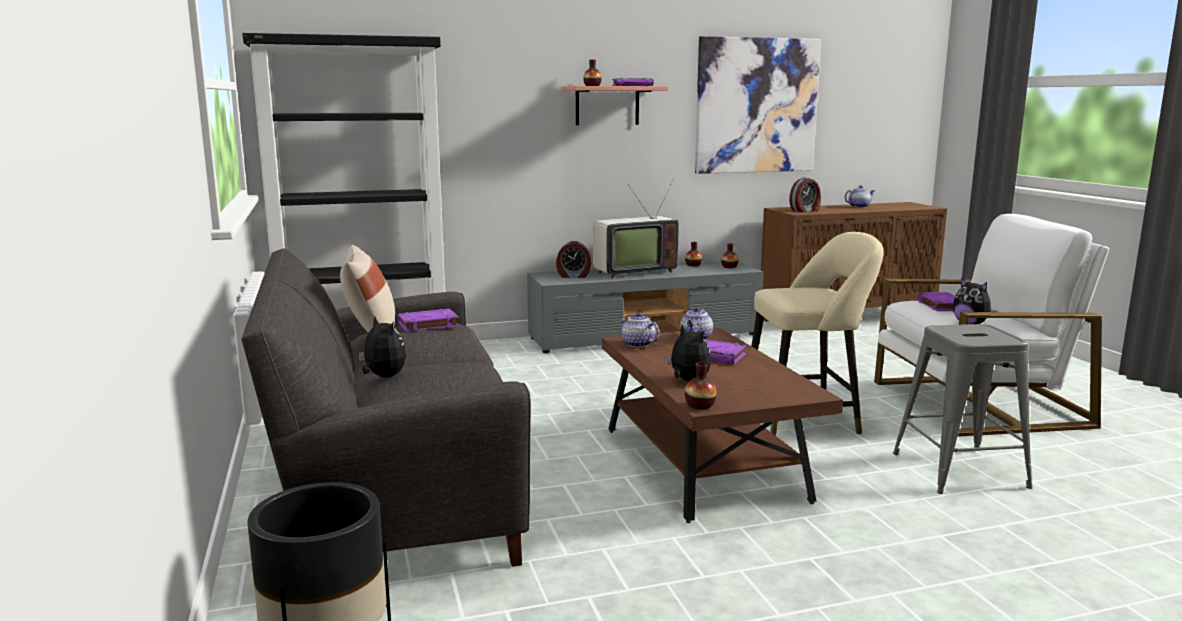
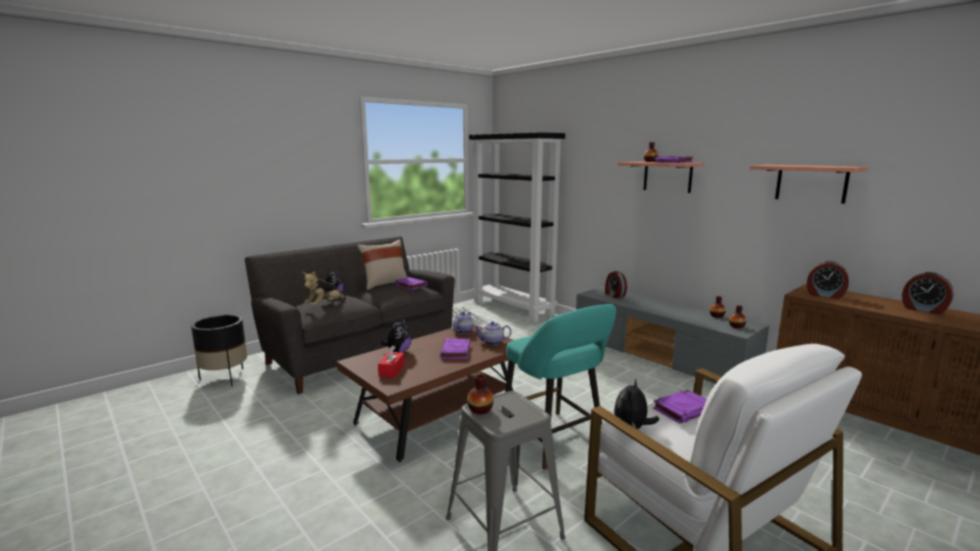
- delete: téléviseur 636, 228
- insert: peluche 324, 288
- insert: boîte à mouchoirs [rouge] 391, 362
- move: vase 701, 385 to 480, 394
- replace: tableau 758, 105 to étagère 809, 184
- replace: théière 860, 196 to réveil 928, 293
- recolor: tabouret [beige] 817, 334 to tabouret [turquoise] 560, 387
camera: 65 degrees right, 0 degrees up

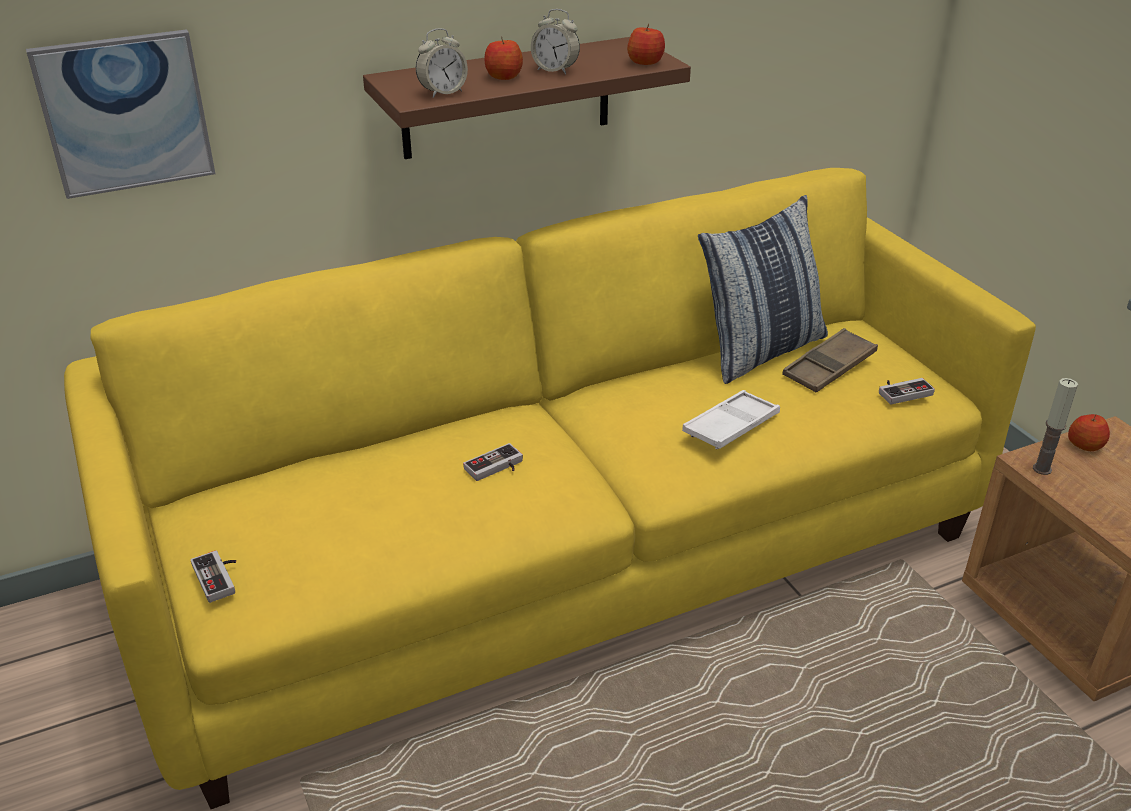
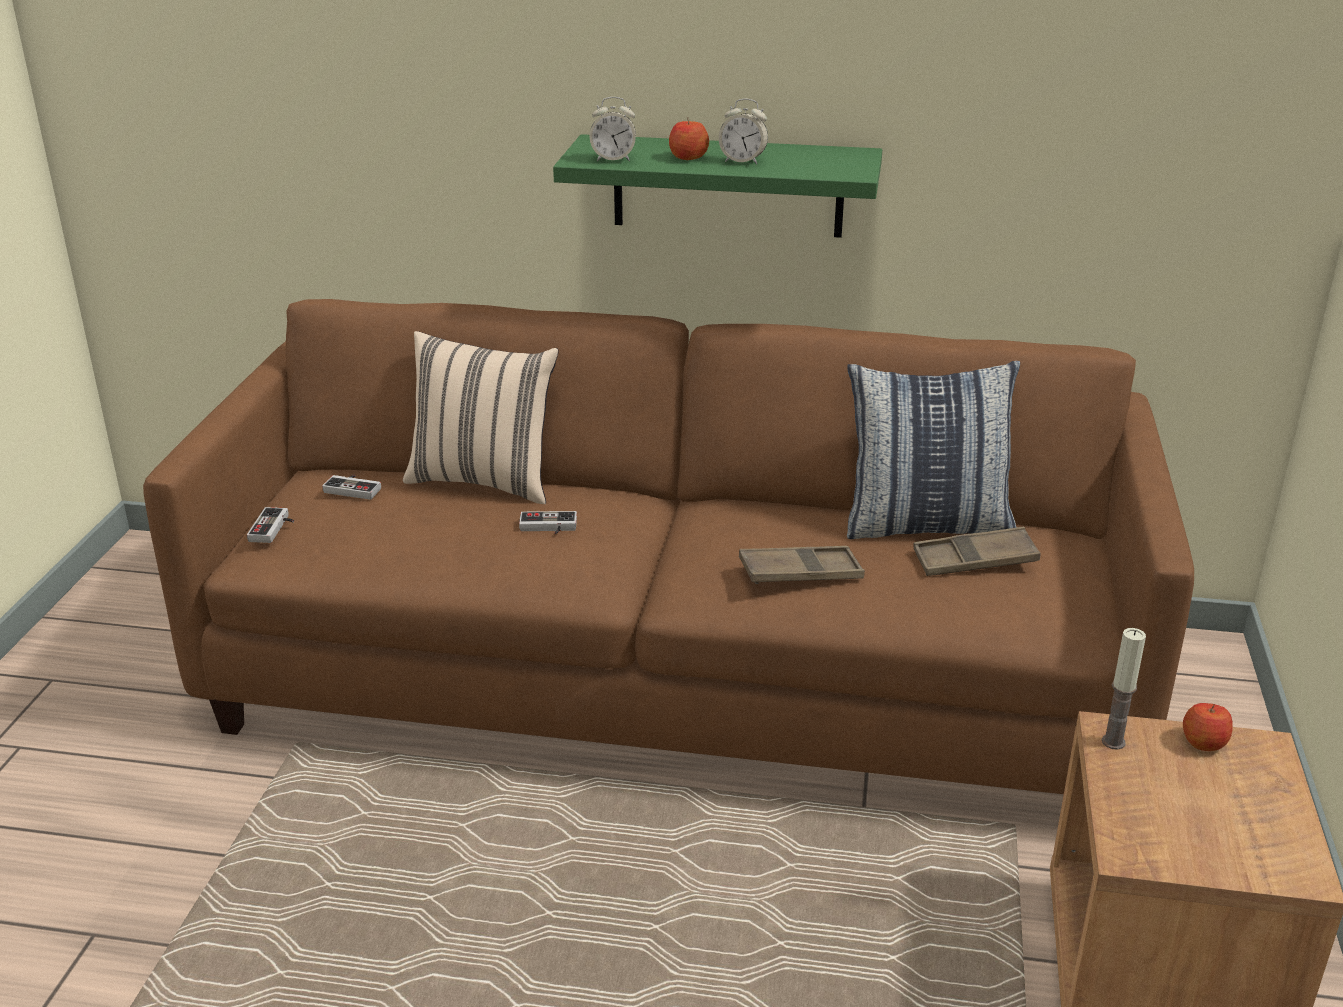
- delete: tableau 120, 114
- delete: pomme 646, 44
- insert: coussin [beige] 481, 417
- move: manette 907, 391 to 351, 487
- recolor: canapé [jaune] 550, 488 to canapé [marron] 668, 546
- recolor: étagère [marron] 527, 98 to étagère [vert] 717, 186
- recolor: plateau [blanc] 731, 419 to plateau [marron] 802, 565
- rotate: réveil 555, 42 = 743, 131 45 degrees counterclockwise
camera: 35 degrees right, 5 degrees down

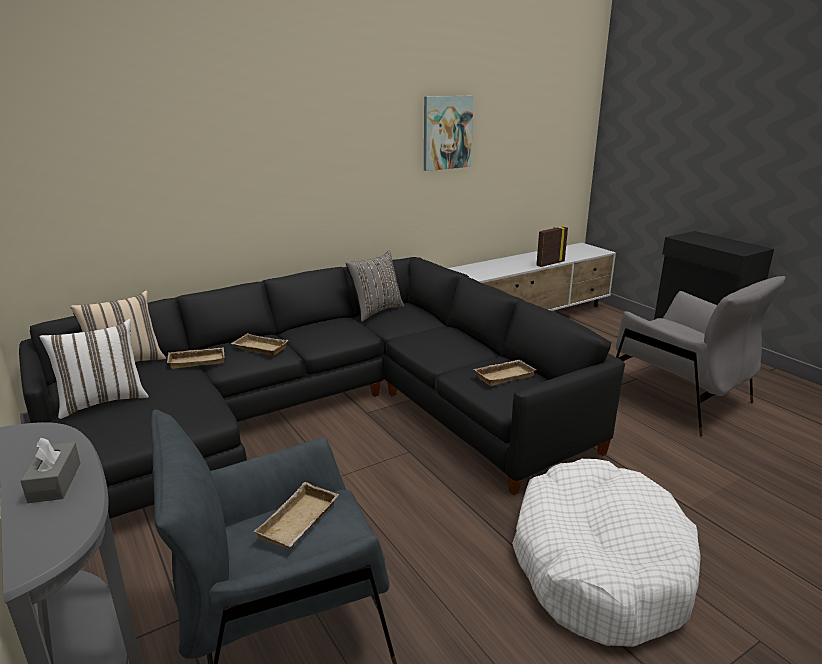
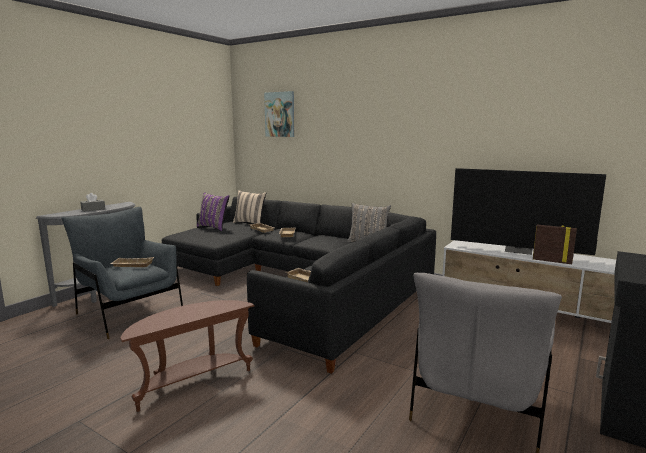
- insert: téléviseur 528, 211
- move: tableau 449, 133 to 279, 114
- replace: panier pour chien [blanc] 606, 553 to table d'appoint [marron] 187, 356
- recolor: coussin [blanc] 94, 369 to coussin [violet] 213, 211
camera: 65 degrees right, 10 degrees down

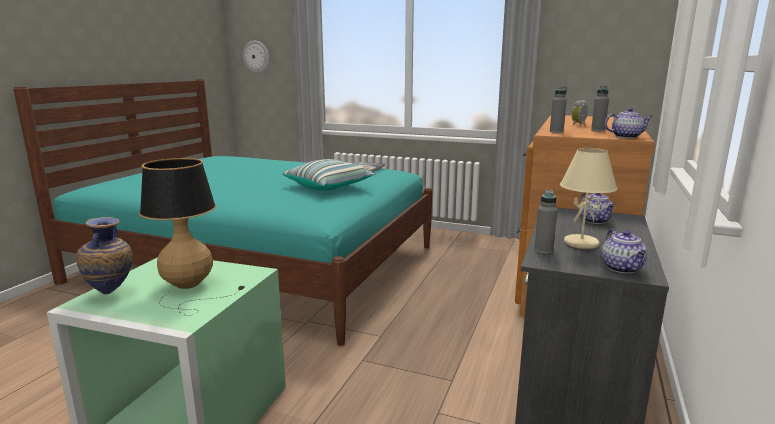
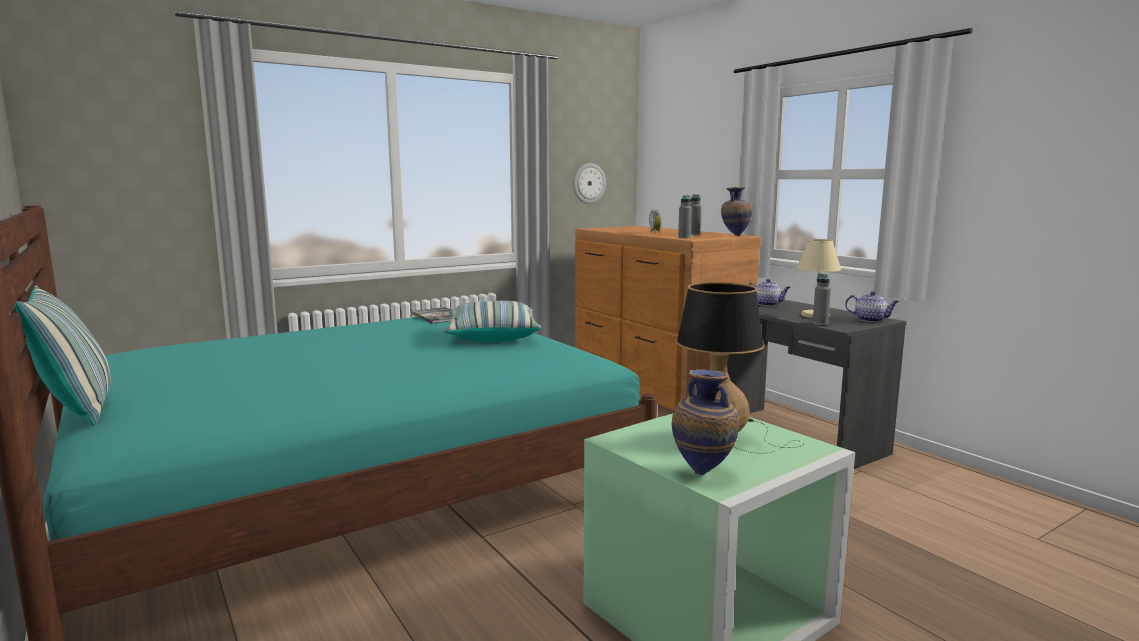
- insert: coussin 63, 355
- move: horloge murale 256, 57 to 589, 183
- replace: théière 628, 123 to vase 736, 211
camera: 55 degrees left, 5 degrees down

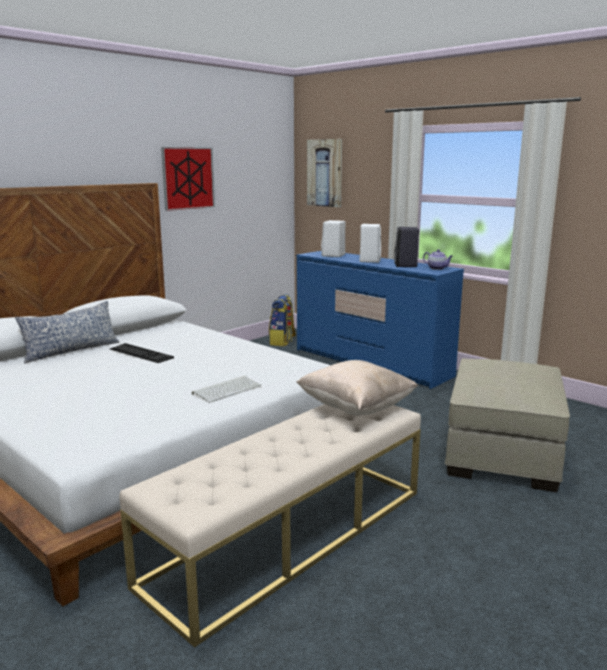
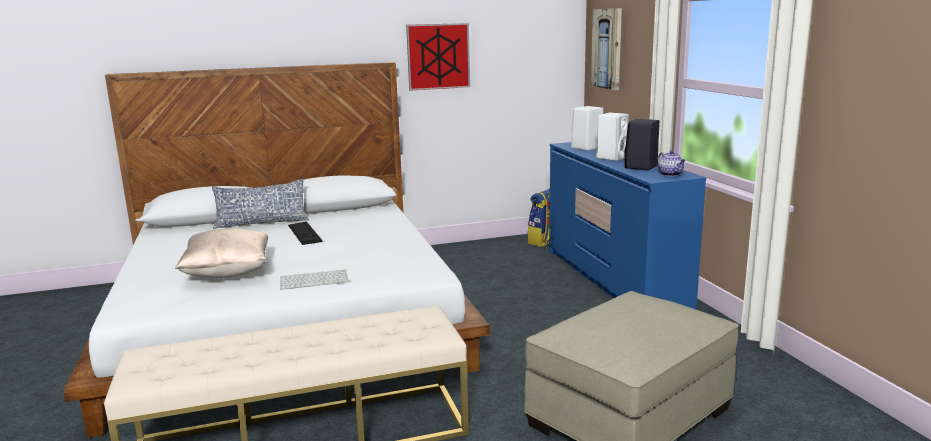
- move: coussin [beige] 357, 387 to 222, 253
camera: 30 degrees right, 0 degrees up

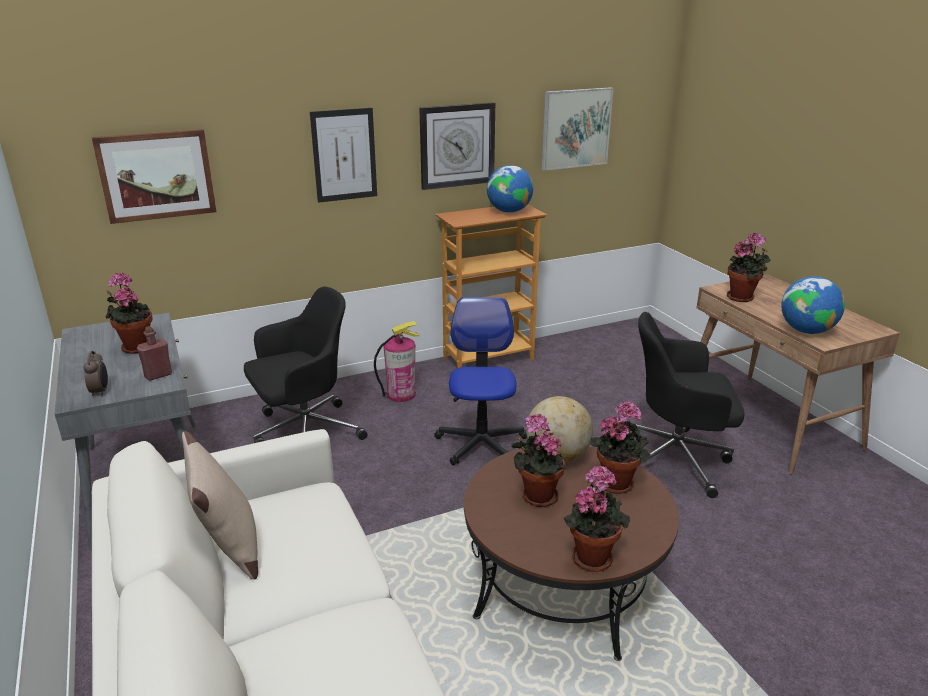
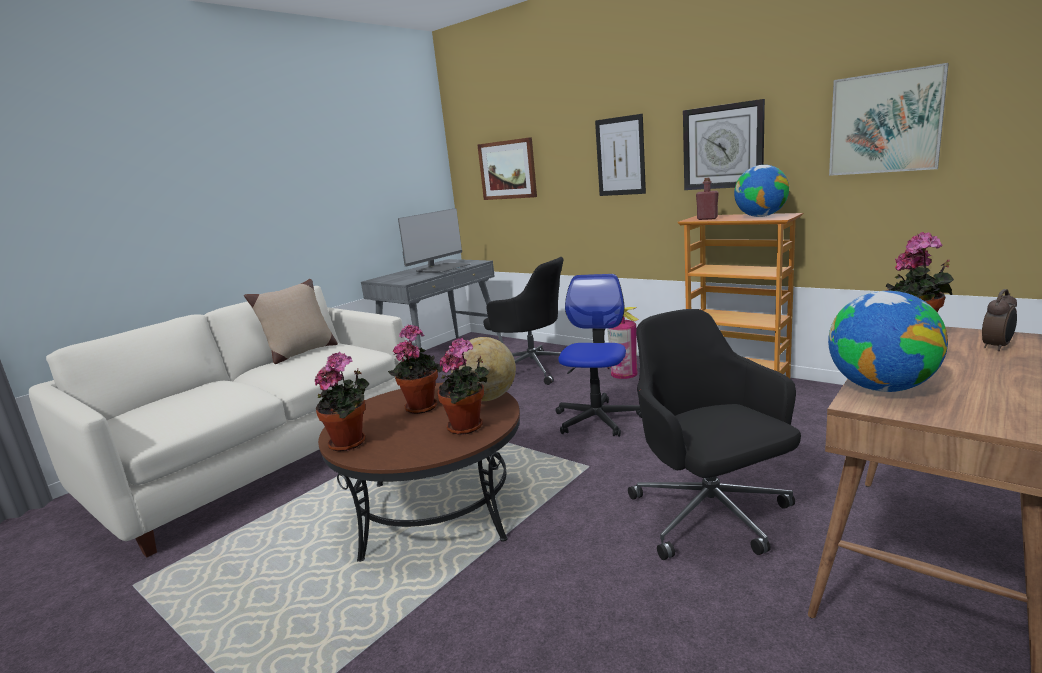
- move: réveil 96, 373 to 999, 320
- move: bouteille [rouge] 154, 353 to 707, 199
- replace: plante en pot 129, 313 to écran d'ordinateur 434, 240
- rotate: chaise de bureau 480, 381 = 598, 355 45 degrees counterclockwise
camera: 65 degrees right, 10 degrees down

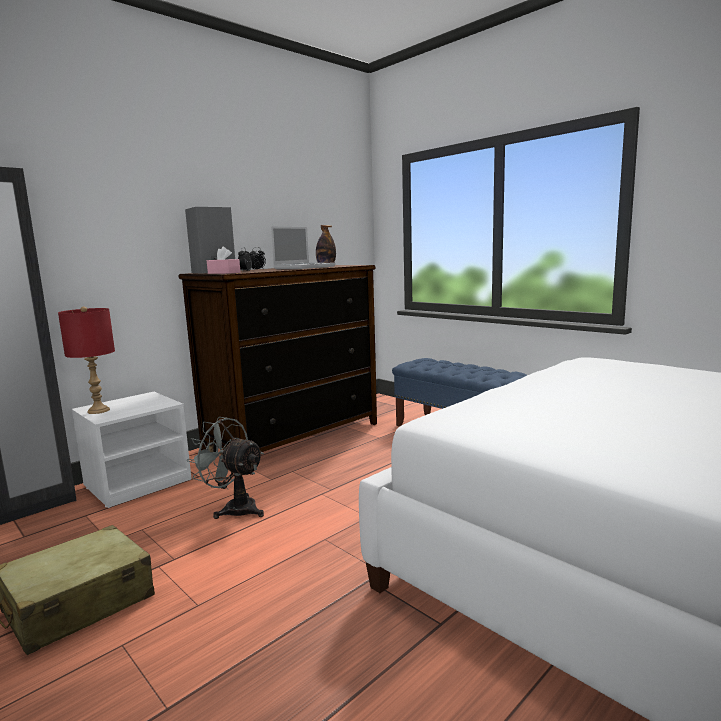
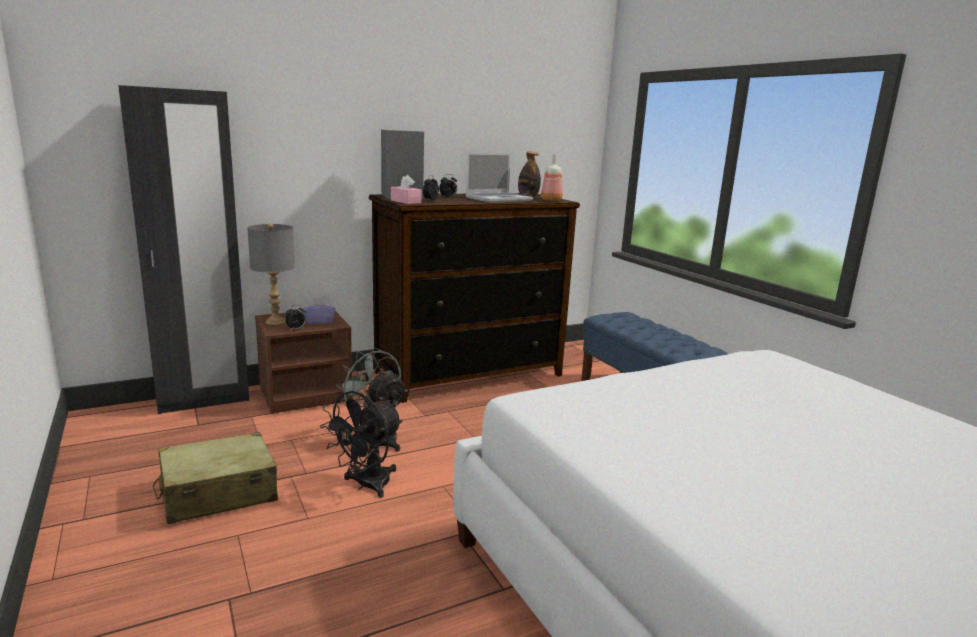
- insert: réveil 295, 317
- insert: boîte à mouchoirs [violet] 319, 310
- insert: ventilateur [noir] 361, 444
- insert: bouteille 552, 177
- recolor: lampe de table [rouge] 86, 360 to lampe de table [gris] 271, 274
- recolor: table de chevet [blanc] 131, 450 to table de chevet [marron] 304, 362
camera: 15 degrees right, 5 degrees up

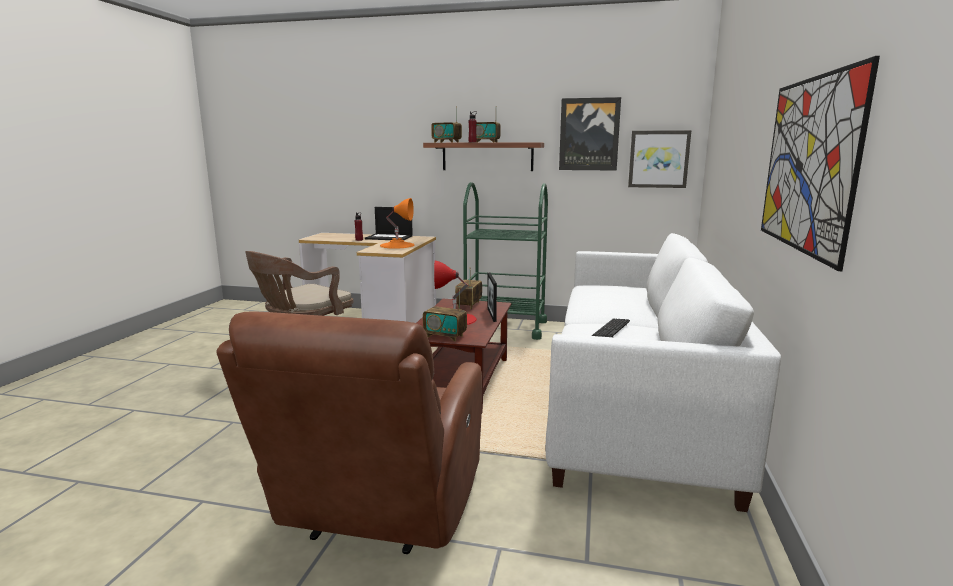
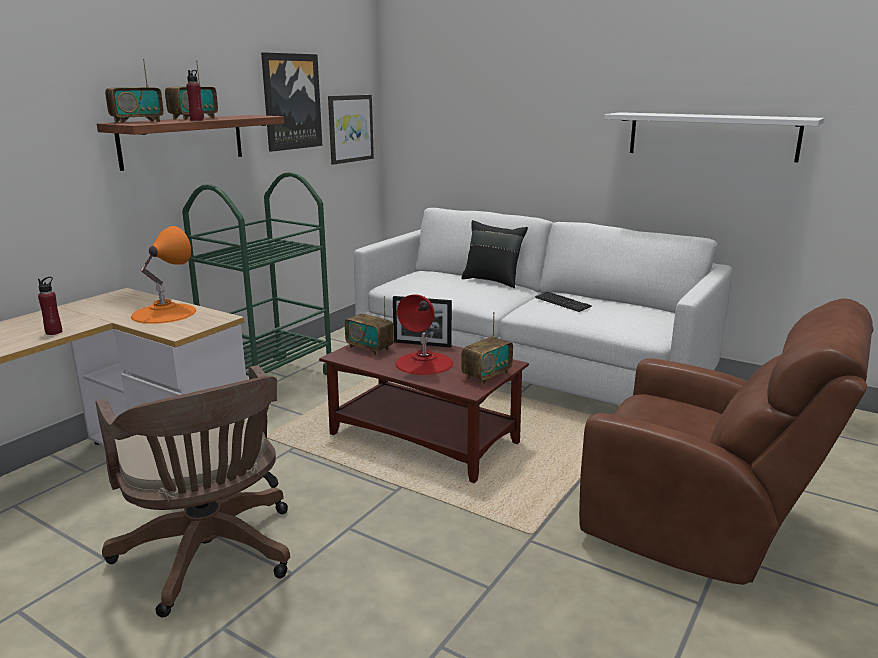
- delete: ordinateur portable 389, 223
- insert: coussin [noir] 494, 254
- replace: tableau 820, 163 to étagère [blanc] 714, 137
camera: 70 degrees left, 5 degrees up

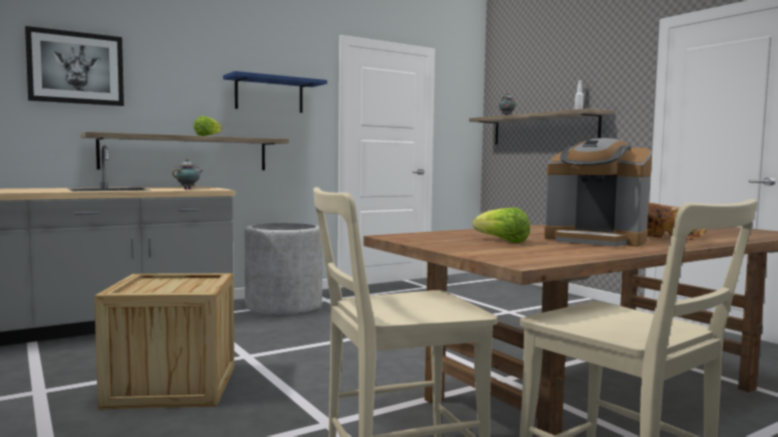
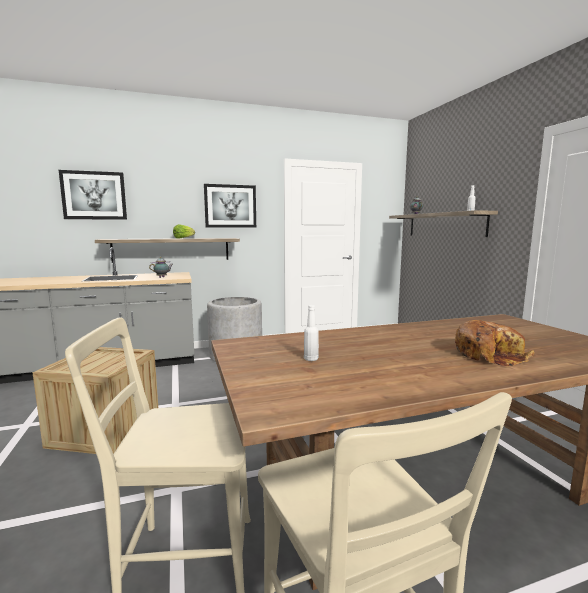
- delete: machine à café 598, 192
- replace: étagère [bleu] 275, 92 to tableau 230, 206
- replace: laitue 501, 225 to bouteille [blanc] 311, 333
camera: 15 degrees right, 5 degrees up

